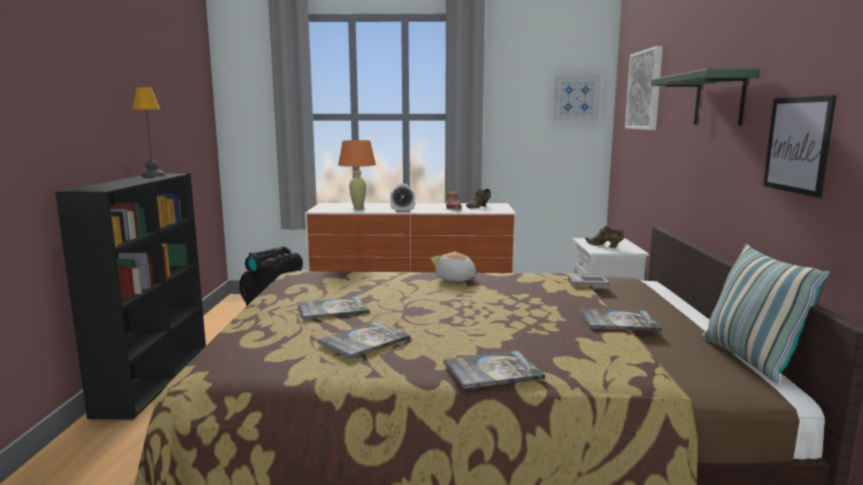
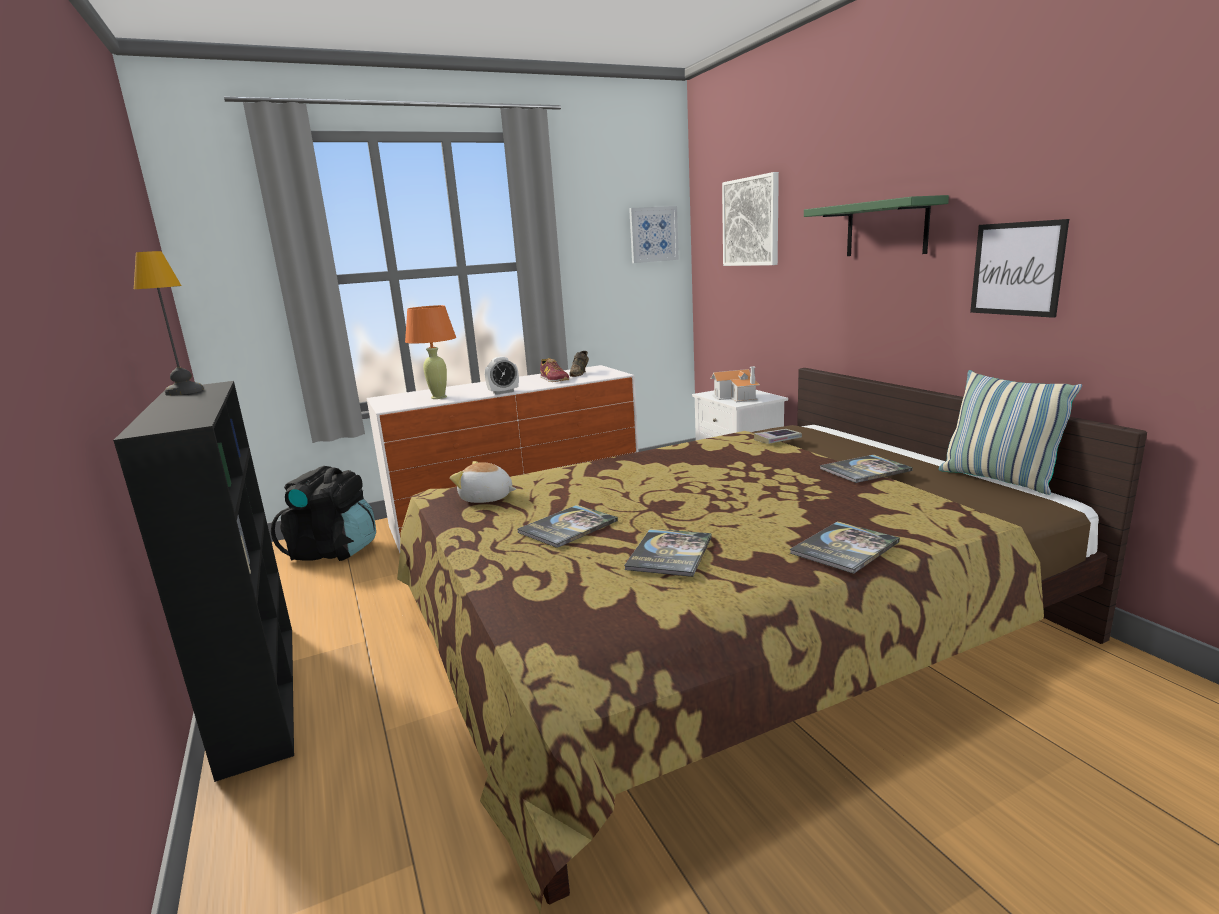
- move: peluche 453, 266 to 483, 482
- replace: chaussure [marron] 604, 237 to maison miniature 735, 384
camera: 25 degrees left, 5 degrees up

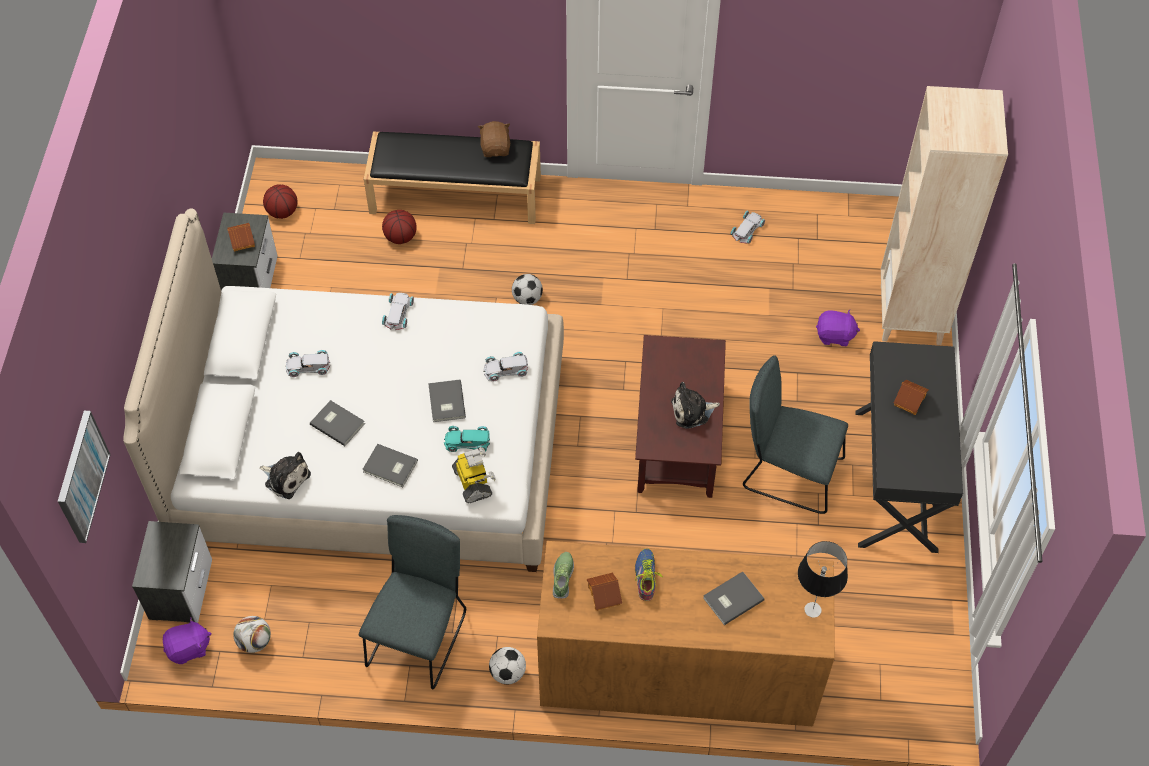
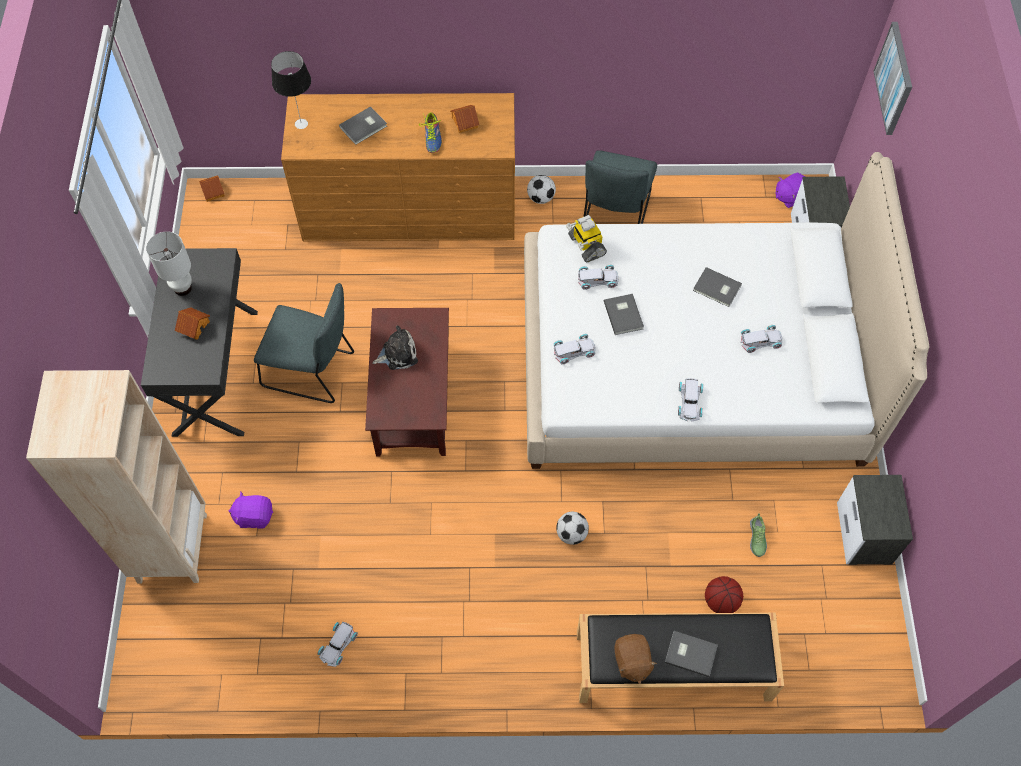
- delete: ballon de foot 252, 634
- delete: peluche 285, 475
- delete: ballon de basket 280, 201
- insert: lampe de table [blanc] 169, 263
- move: maison miniature 241, 237 to 212, 188
- move: livre [gris] 390, 465 to 691, 654
- move: chaussure 563, 575 to 758, 535
- recolor: petite voiture [turquoise] 467, 439 to petite voiture [blanc] 598, 277
camera: 175 degrees right, 5 degrees up

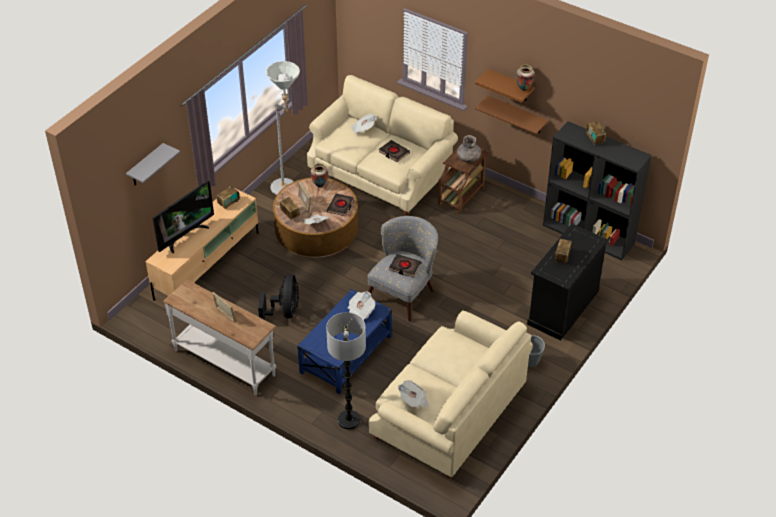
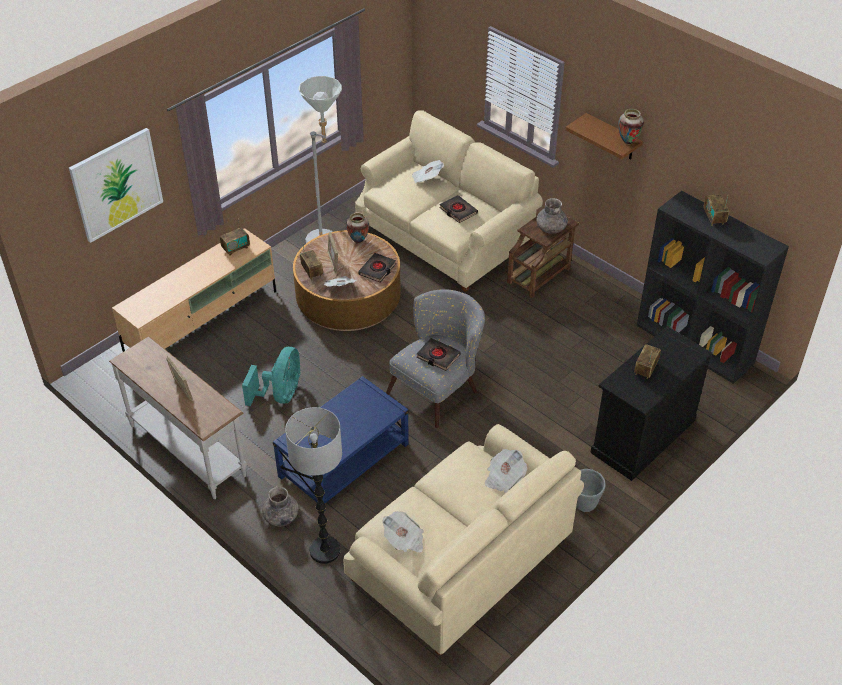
- delete: téléviseur 183, 216
- delete: étagère [marron] 511, 114
- insert: vase [gris] 280, 506
- move: journal 361, 306 to 506, 471
- replace: étagère [gris] 153, 164 to tableau 116, 185
- recolor: ventilateur [noir] 278, 297 to ventilateur [turquoise] 271, 376
camera: 10 degrees right, 0 degrees up

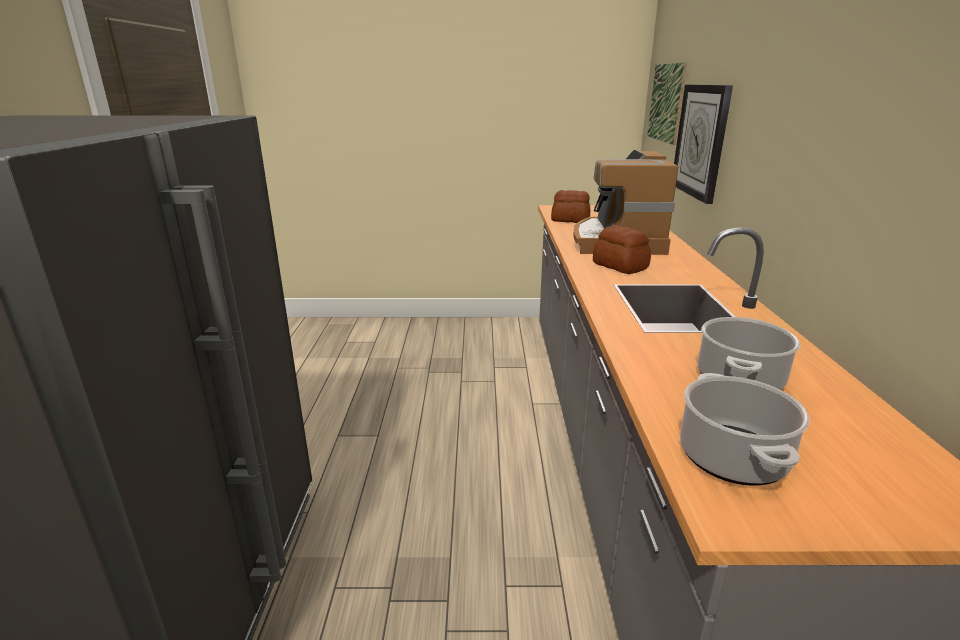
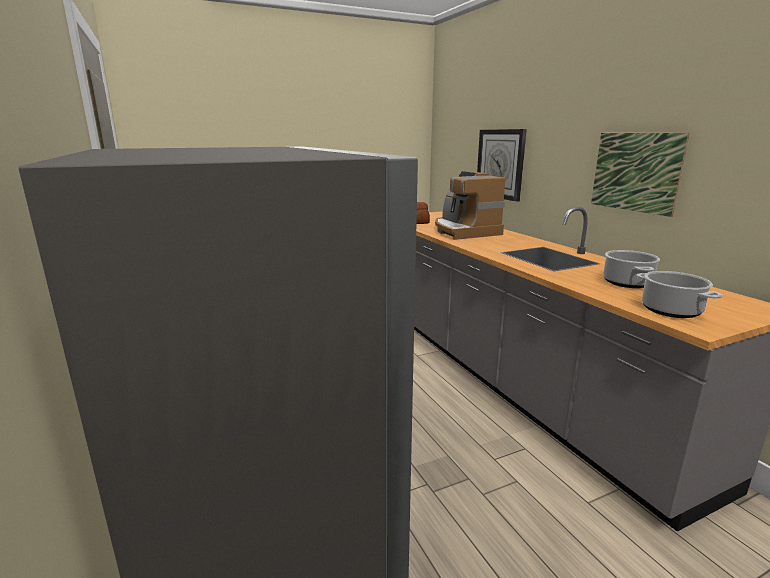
- delete: pain 622, 249
- move: tableau 667, 103 to 640, 175
camera: 25 degrees left, 5 degrees down

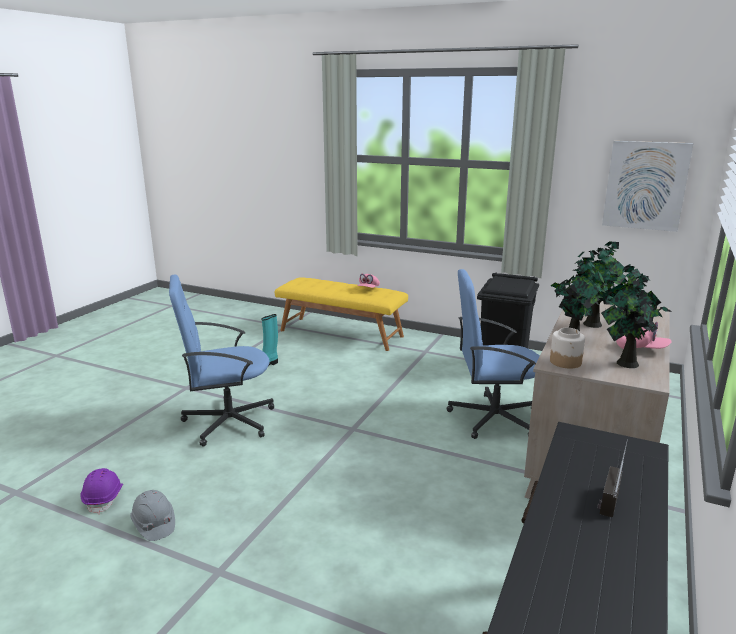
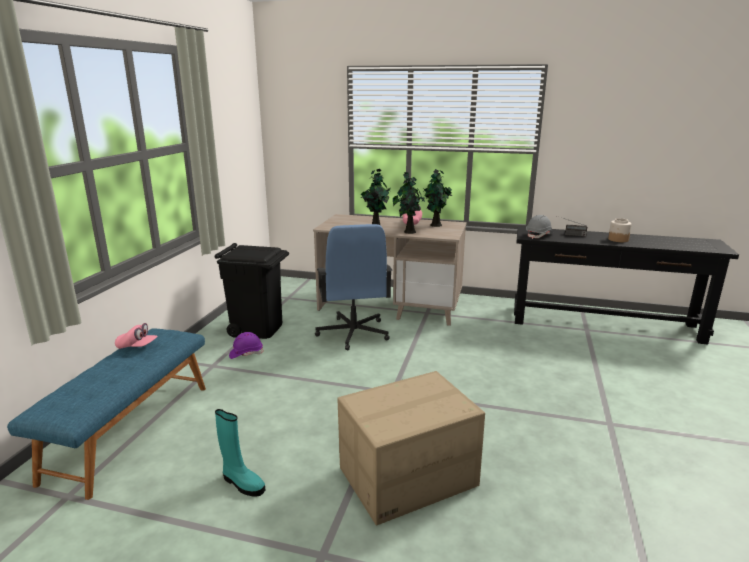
- delete: tableau 648, 186
- move: casque de chantier [violet] 101, 491 to 246, 345
- move: casque de chantier [gris] 152, 515 to 539, 227
- move: bocal 567, 348 to 620, 230
- replace: chaise de bureau [bleu] 221, 360 to carton 411, 448
- recolor: banc [jaune] 341, 314 to banc [bleu] 106, 414
camera: 100 degrees left, 0 degrees up

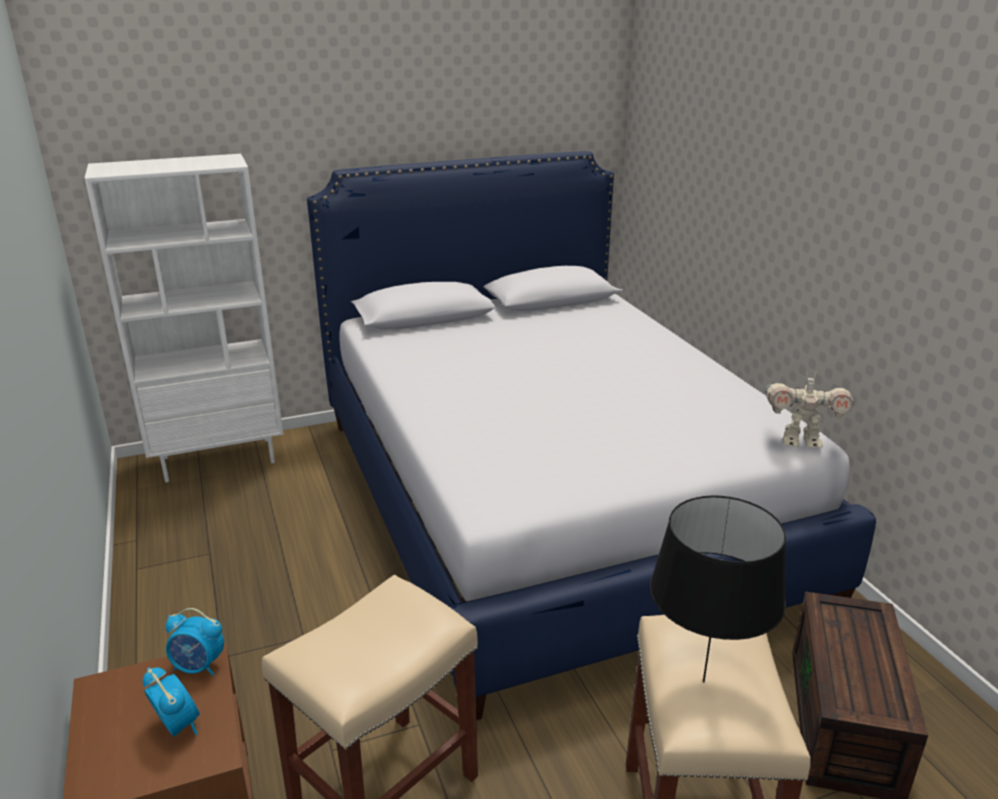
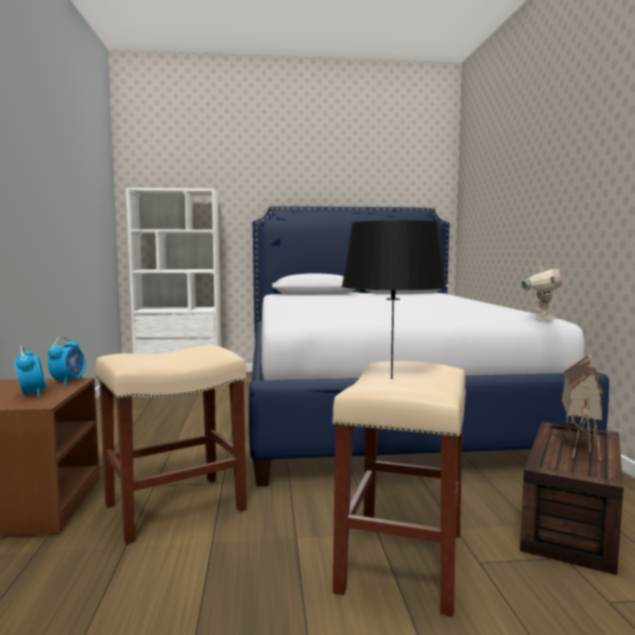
- insert: maison miniature 583, 407
- rotate: réveil 194, 642 = 66, 361 105 degrees counterclockwise
- rotate: robot jouet 809, 409 = 542, 290 90 degrees counterclockwise
camera: 15 degrees right, 20 degrees down

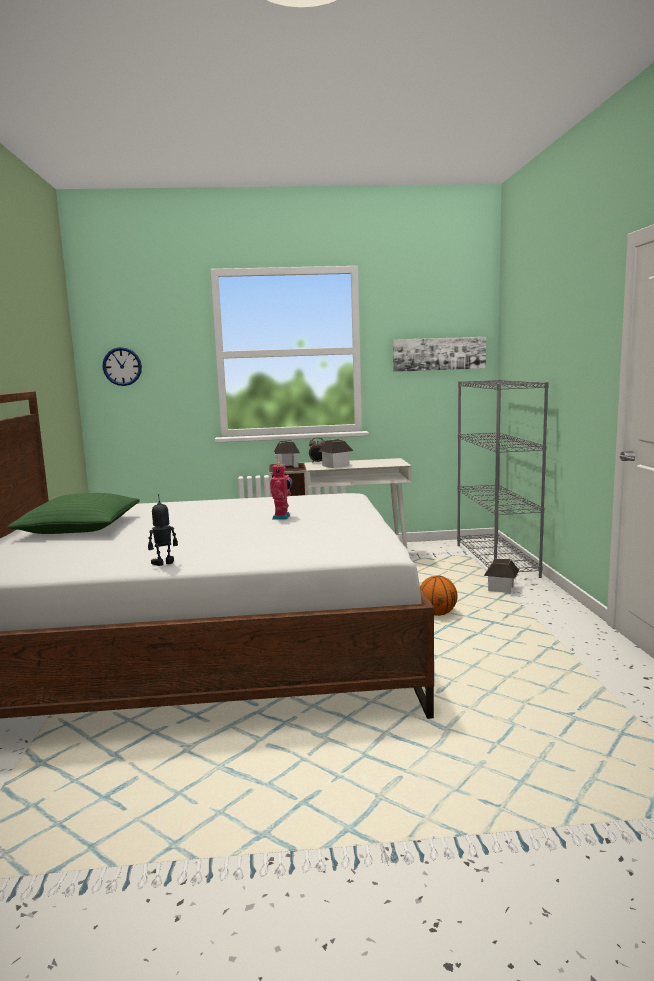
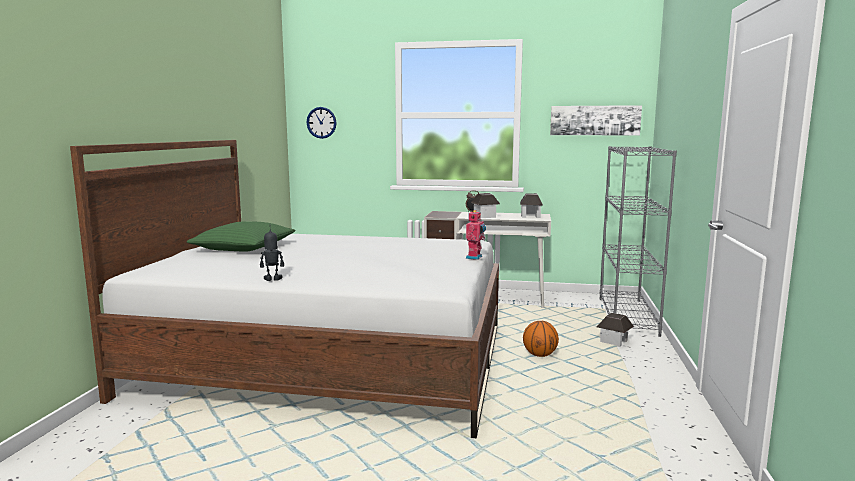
- move: robot jouet 281, 490 to 476, 235
- move: maison miniature 287, 454 to 531, 205
camera: 15 degrees right, 0 degrees up

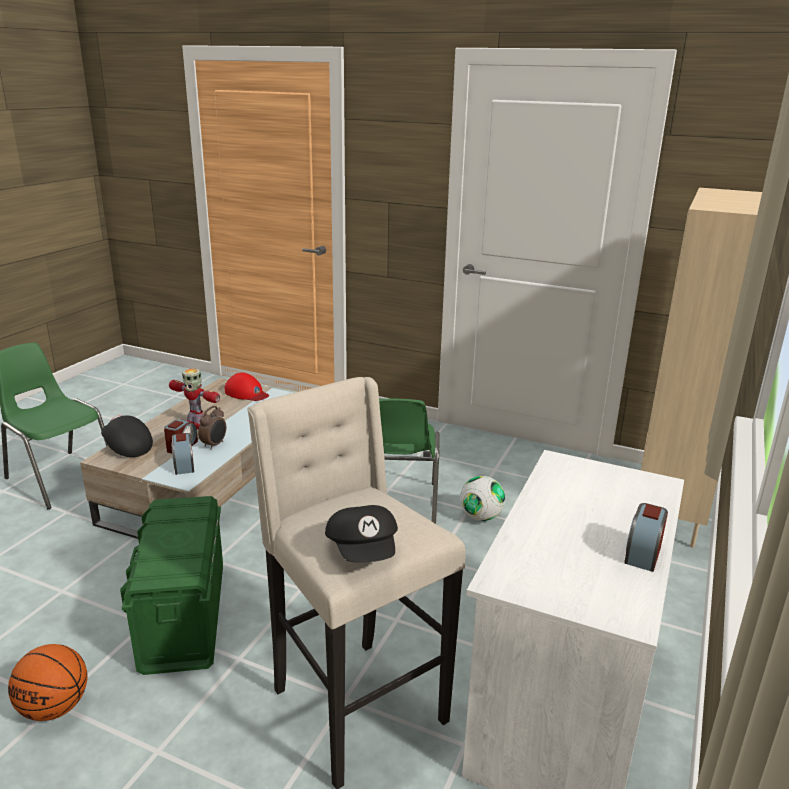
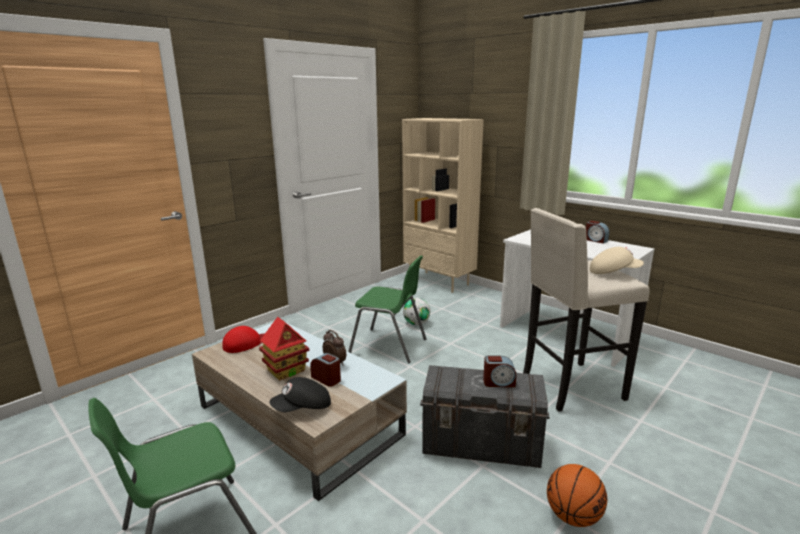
- move: réveil 182, 454 to 499, 371
- replace: robot jouet 194, 398 to maison miniature 284, 349
- recolor: boîte de rangement [vert] 171, 585 to boîte de rangement [gris] 484, 416
- recolor: casquette [noir] 361, 534 to casquette [beige] 617, 260
camera: 70 degrees left, 5 degrees down

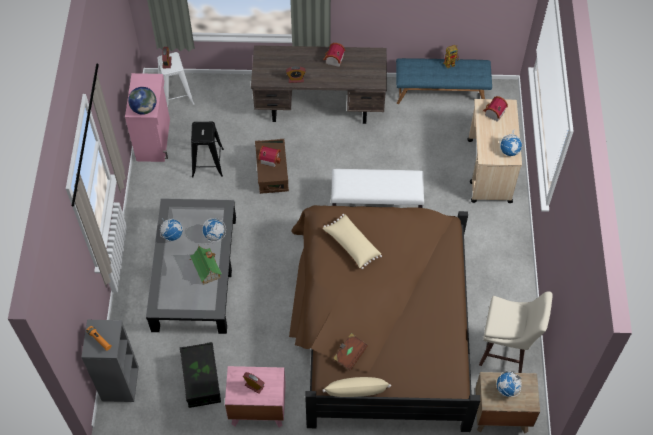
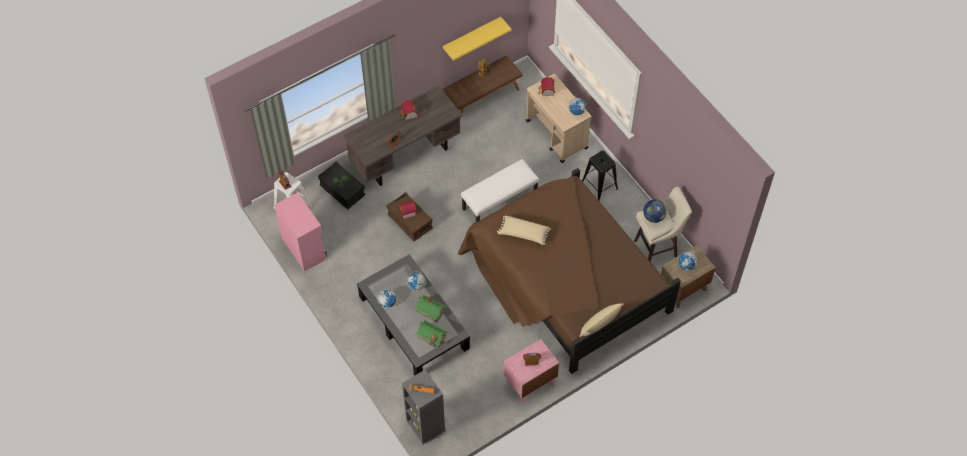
- delete: livre [marron] 350, 352
- insert: maison miniature 432, 334
- insert: étagère [jaune] 477, 39
- move: globe 142, 101 to 655, 211
- move: boîte de rangement [noir] 200, 375 to 341, 186
- move: tabouret [noir] 207, 149 to 600, 175
- recolor: banc [bleu] 444, 81 to banc [marron] 482, 87
camera: 35 degrees left, 0 degrees up

